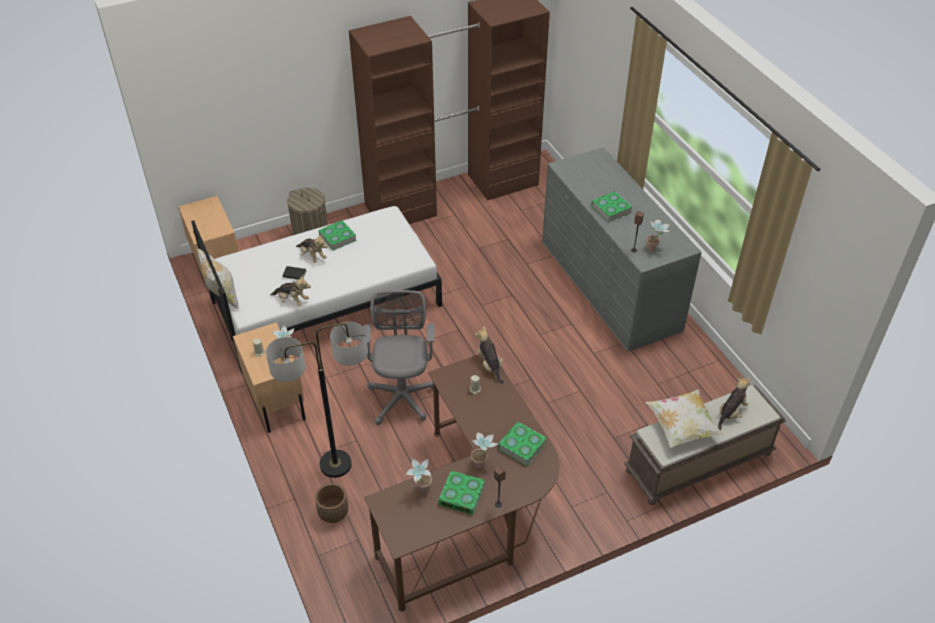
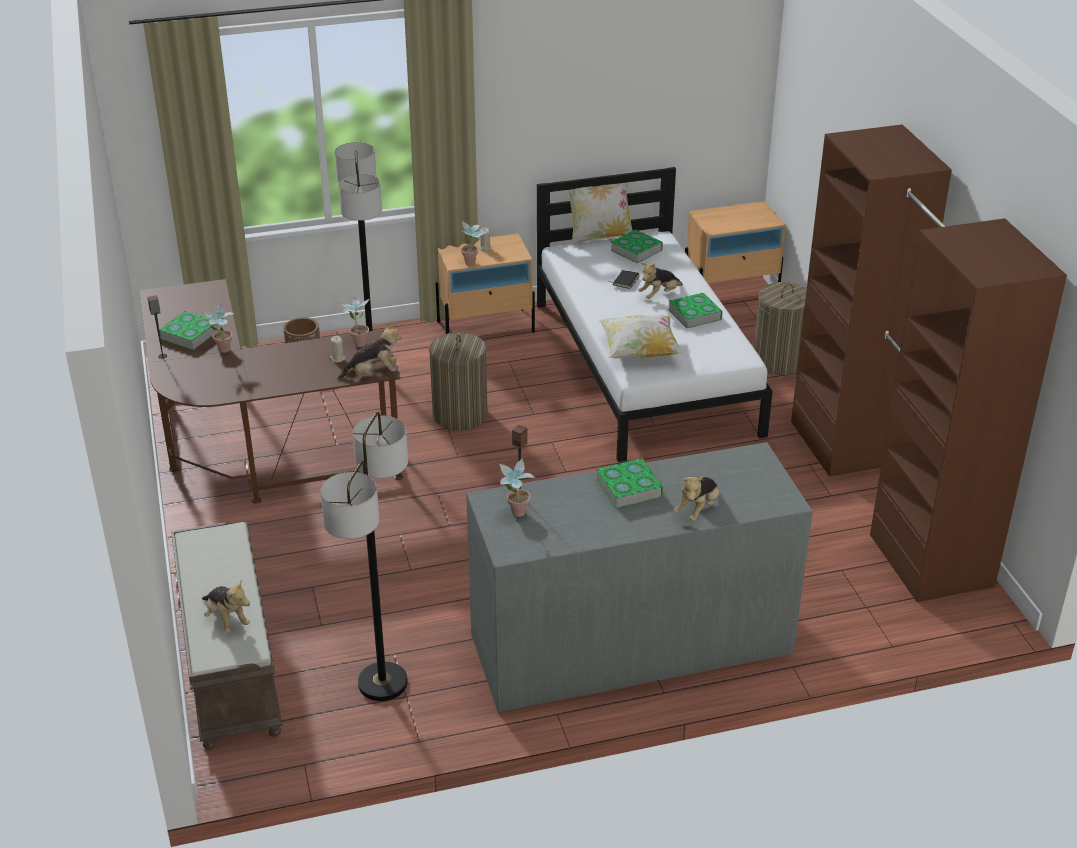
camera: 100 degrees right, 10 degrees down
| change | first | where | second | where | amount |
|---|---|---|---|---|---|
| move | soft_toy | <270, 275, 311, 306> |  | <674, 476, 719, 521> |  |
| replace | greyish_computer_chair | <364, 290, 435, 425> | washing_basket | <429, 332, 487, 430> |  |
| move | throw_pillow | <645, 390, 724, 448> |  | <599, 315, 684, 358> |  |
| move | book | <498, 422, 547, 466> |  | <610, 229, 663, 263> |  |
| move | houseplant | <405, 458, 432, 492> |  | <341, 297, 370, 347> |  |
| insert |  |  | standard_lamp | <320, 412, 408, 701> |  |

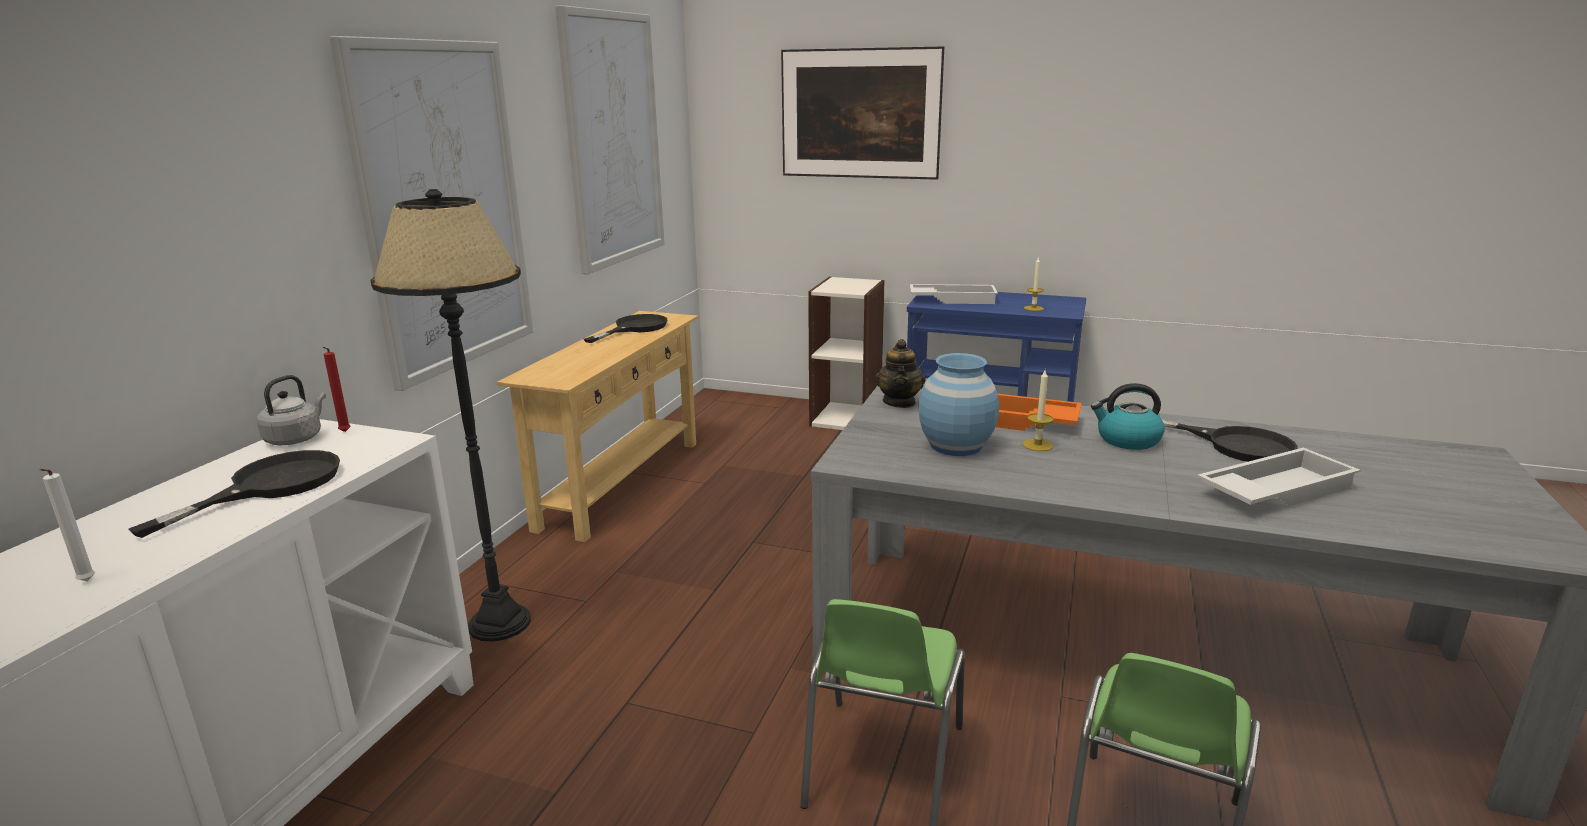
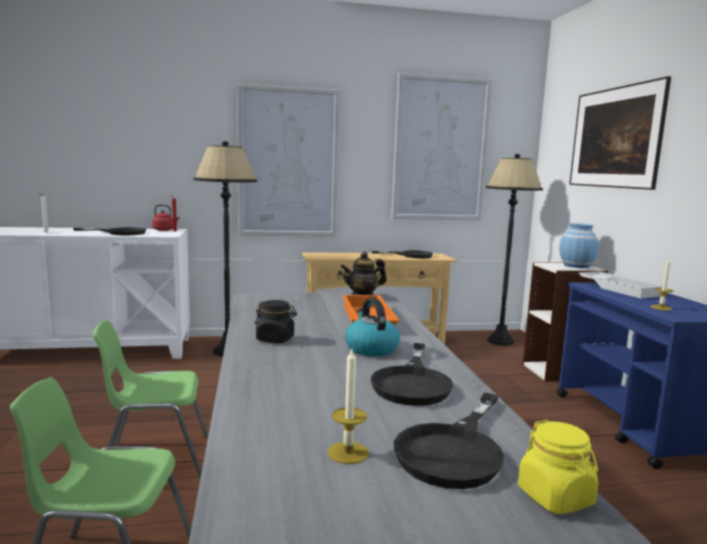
camera: 60 degrees right, 10 degrees down
| change | first | where | second | where | amount |
|---|---|---|---|---|---|
| move | bluish_decorative_vase | <918, 353, 999, 456> |  | <559, 223, 599, 268> |  |
| move | wax_candle | <1023, 370, 1054, 451> |  | <328, 349, 369, 464> |  |
| recolor | greyish_water_kettle | <257, 375, 326, 445> | reddish_water_kettle | <152, 204, 180, 231> |  |
| delete | white_carrying_tray | <1197, 448, 1361, 507> |  |  |  |
| insert |  |  | black_standard_lamp | <486, 154, 543, 346> |  |
| insert |  |  | black_preserve_jar | <255, 300, 297, 343> |  |
| insert |  |  | black_pan | <394, 392, 504, 489> |  |
| insert |  |  | yellowish_preserve_jar | <518, 420, 598, 515> |  |

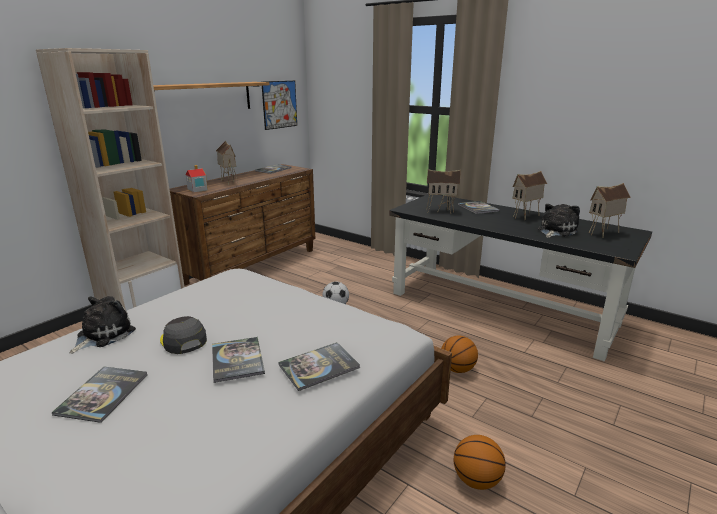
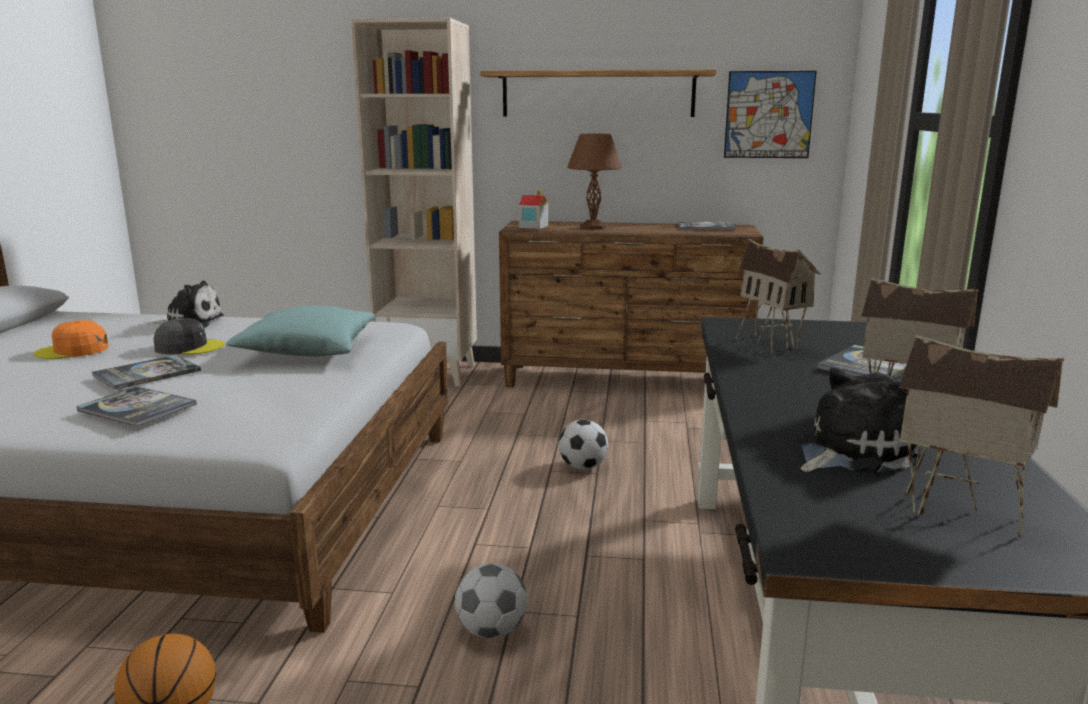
camera: 60 degrees right, 5 degrees down
| change | first | where | second | where | amount |
|---|---|---|---|---|---|
| replace | model_house | <216, 140, 239, 185> | brownish_lamp_for_a_table | <567, 134, 622, 230> |  |
| rotate | soft_toy | <538, 204, 580, 238> |  | <799, 368, 921, 474> | 45 degrees counterclockwise |
| rotate | greyish_baseball_cap | <160, 316, 207, 354> |  | <154, 318, 225, 355> | 60 degrees clockwise |
| replace | ball_for_basketball | <441, 336, 478, 373> | ball_for_football | <455, 563, 527, 639> |  |
| replace | book | <52, 367, 147, 423> | orangey_baseball_cap | <34, 320, 109, 359> |  |
| insert |  |  | turquoise_throw_pillow | <226, 306, 375, 356> |  |

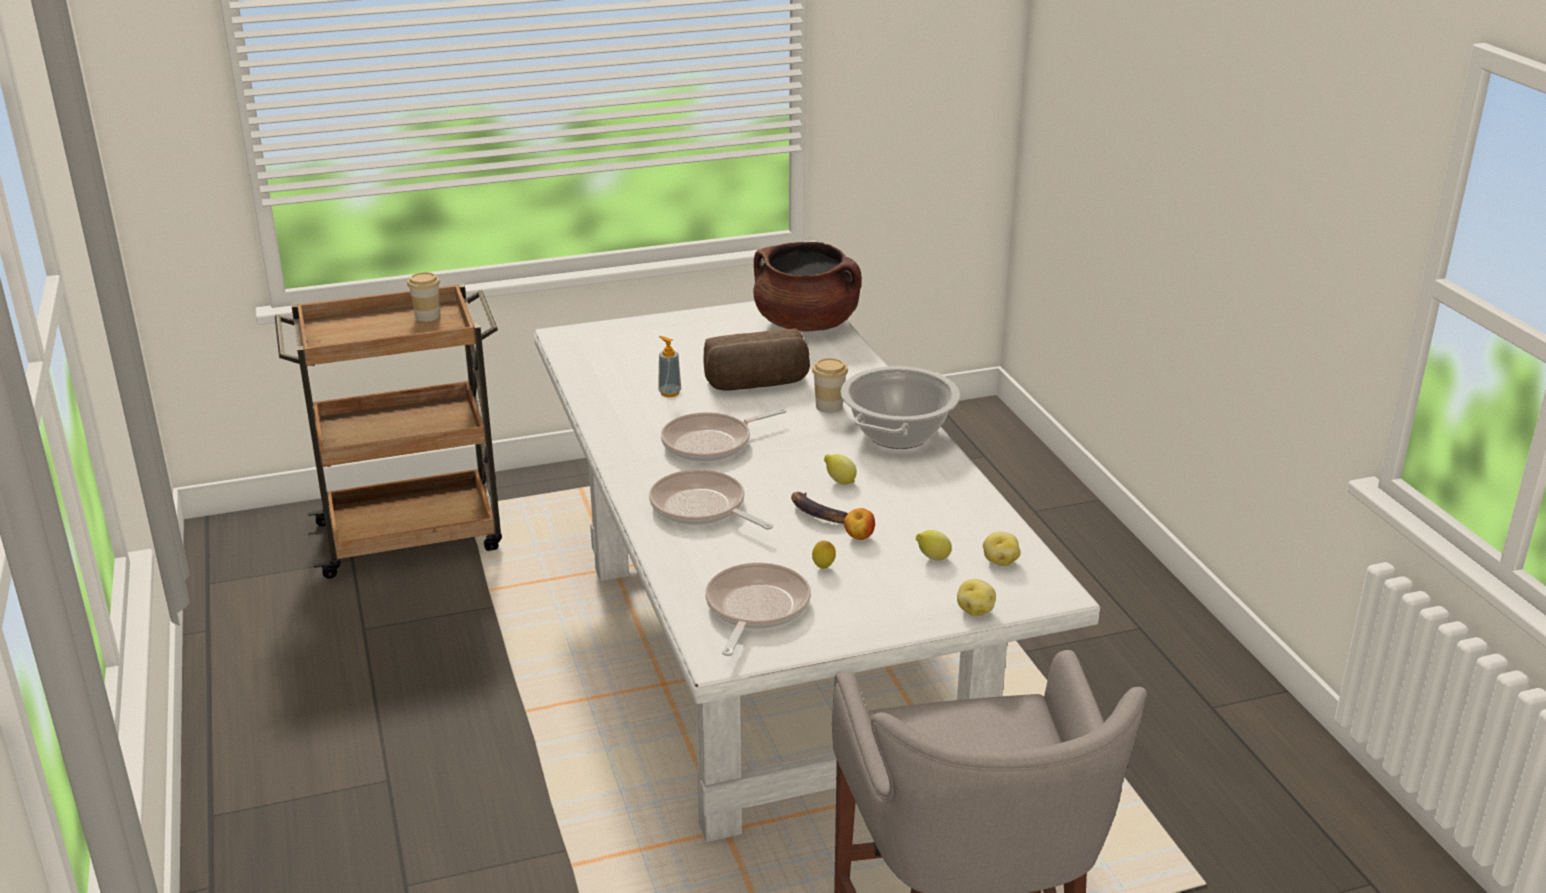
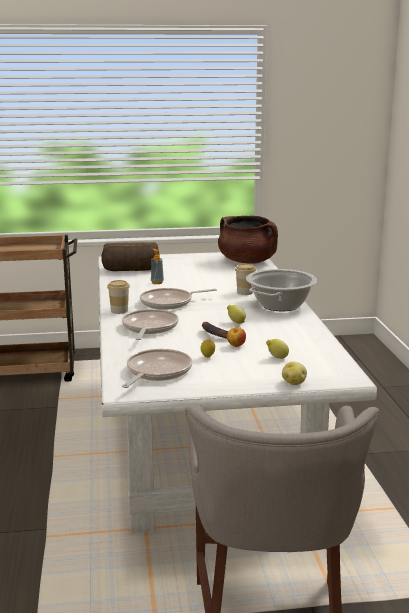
camera: 10 degrees right, 10 degrees down
| change | first | where | second | where | amount |
|---|---|---|---|---|---|
| move | cup | <407, 272, 440, 322> |  | <107, 280, 130, 314> |  |
| move | bread | <704, 329, 810, 391> |  | <101, 242, 160, 271> |  |
| rotate | pan | <649, 469, 773, 530> |  | <122, 309, 179, 340> | 45 degrees clockwise |
| delete | whole_potato | <983, 532, 1021, 566> |  |  |  |

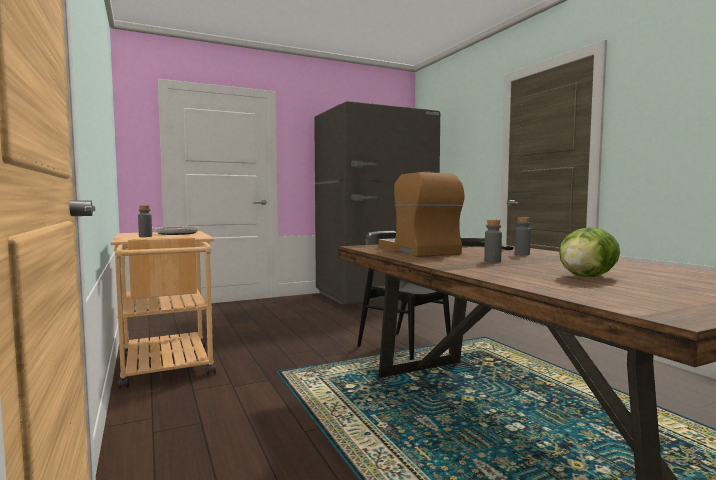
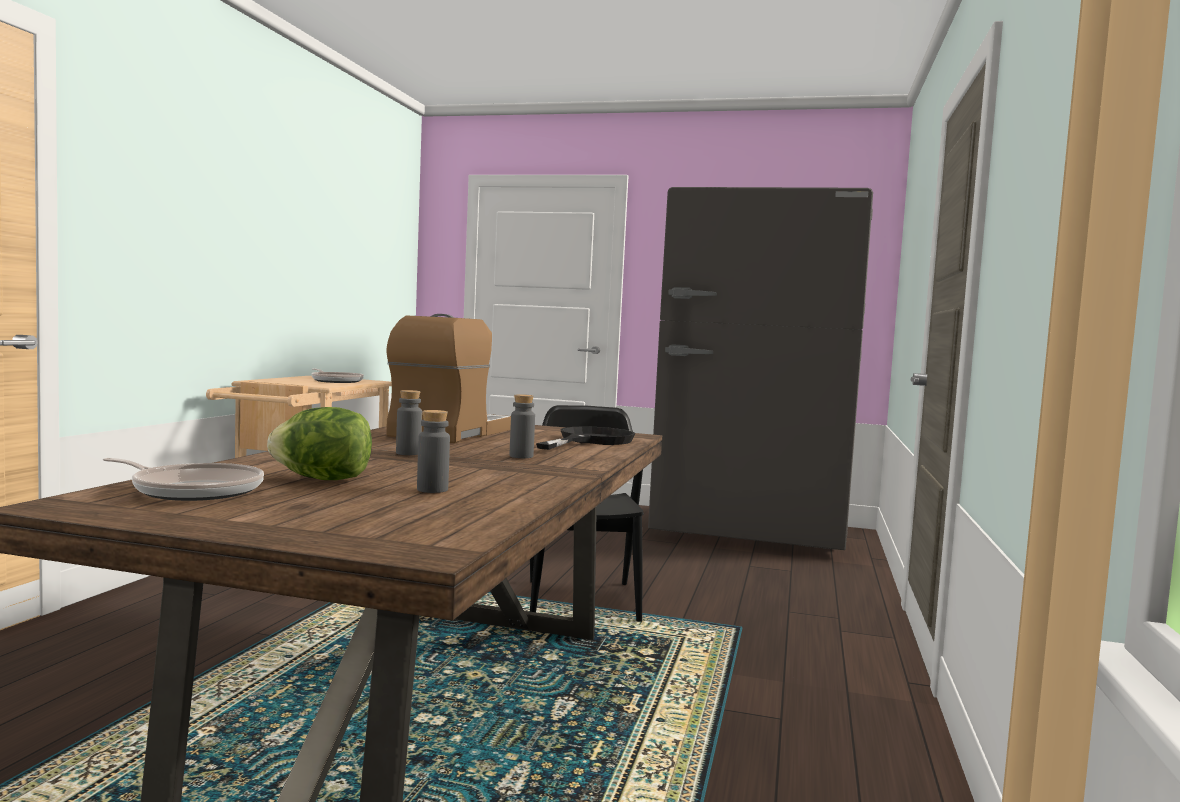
camera: 40 degrees right, 0 degrees up
| change | first | where | second | where | amount |
|---|---|---|---|---|---|
| move | greyish_drink_bottle | <138, 205, 152, 237> |  | <417, 410, 450, 493> |  |
| insert |  |  | pan | <103, 458, 264, 501> |  |

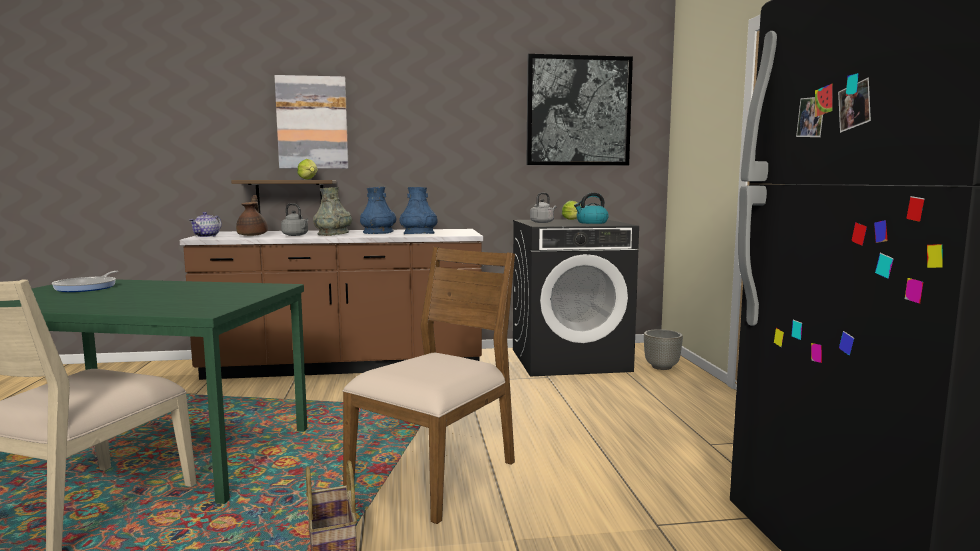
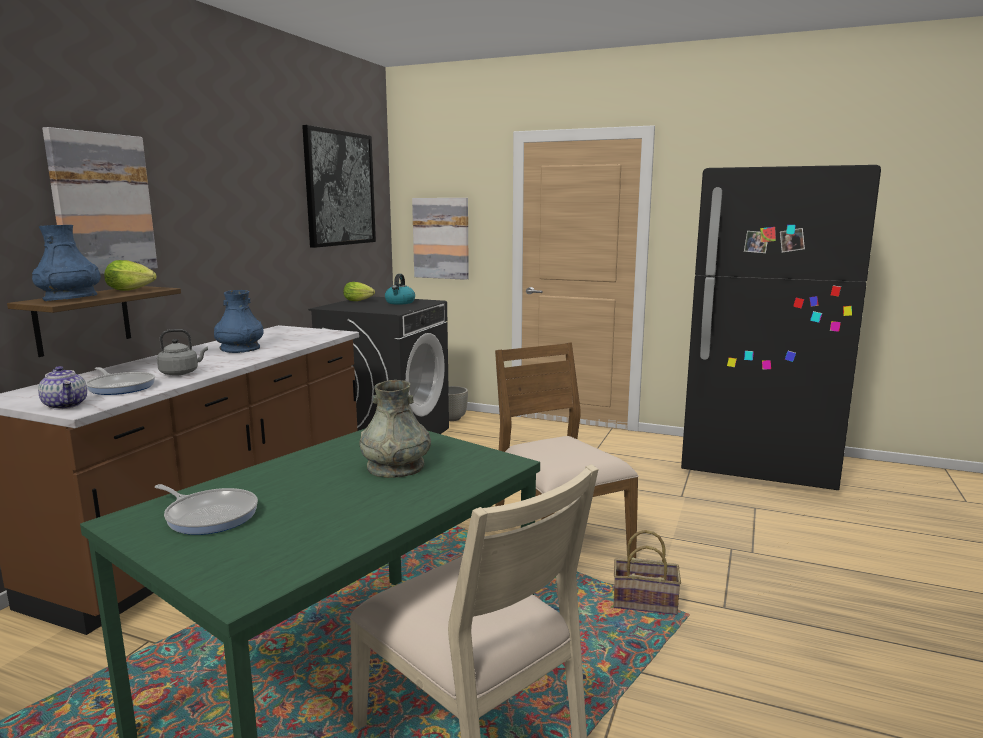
camera: 60 degrees left, 5 degrees up
| change | first | where | second | where | amount |
|---|---|---|---|---|---|
| move | greyish_decorative_vase | <313, 187, 352, 236> |  | <359, 380, 431, 478> |  |
| move | bluish_decorative_vase | <399, 187, 438, 234> |  | <32, 225, 101, 301> |  |
| delete | greyish_water_kettle | <530, 193, 556, 223> |  |  |  |
| replace | brownish_tea_pot | <236, 195, 268, 236> | pan | <86, 367, 155, 395> |  |
| insert |  |  | wall_art | <412, 198, 469, 280> |  |

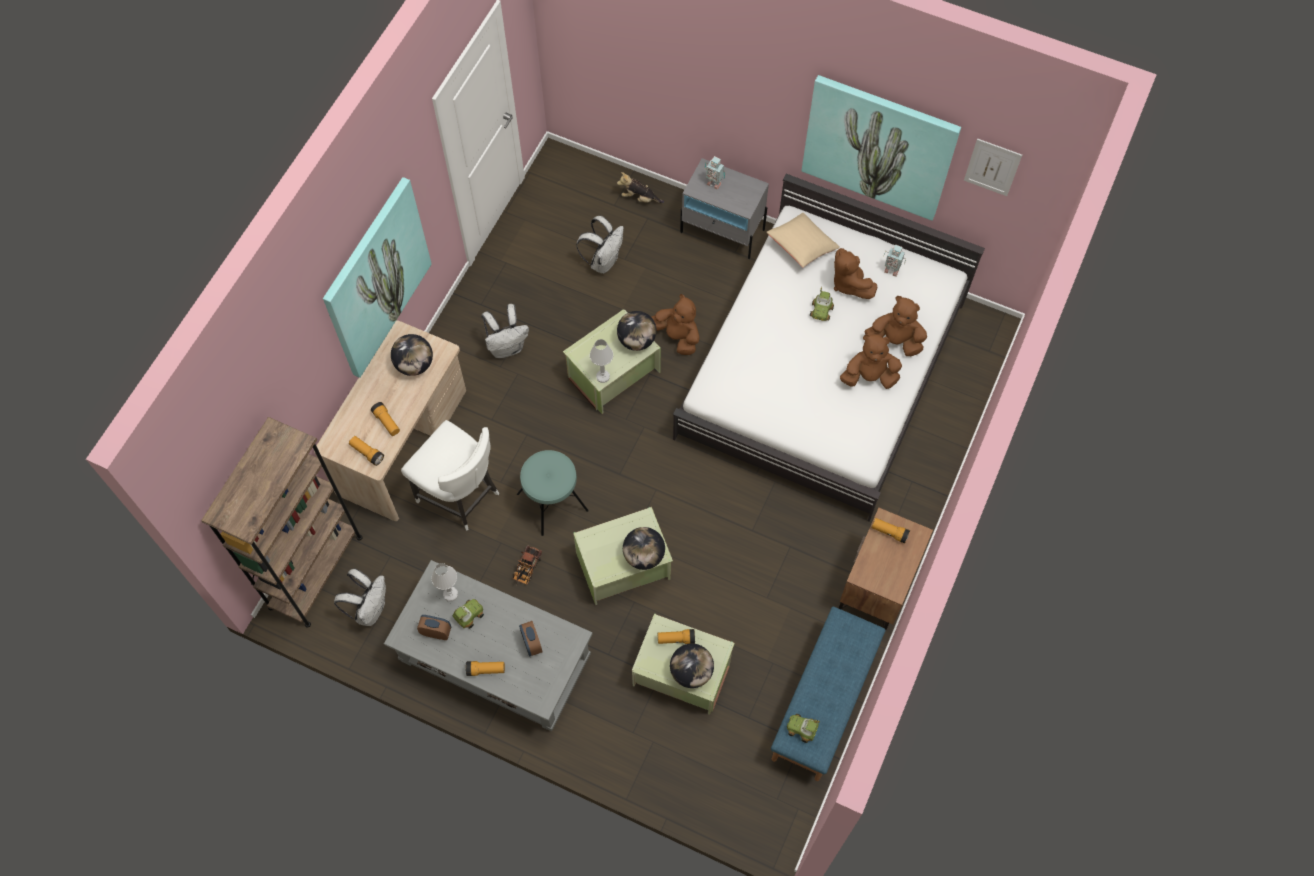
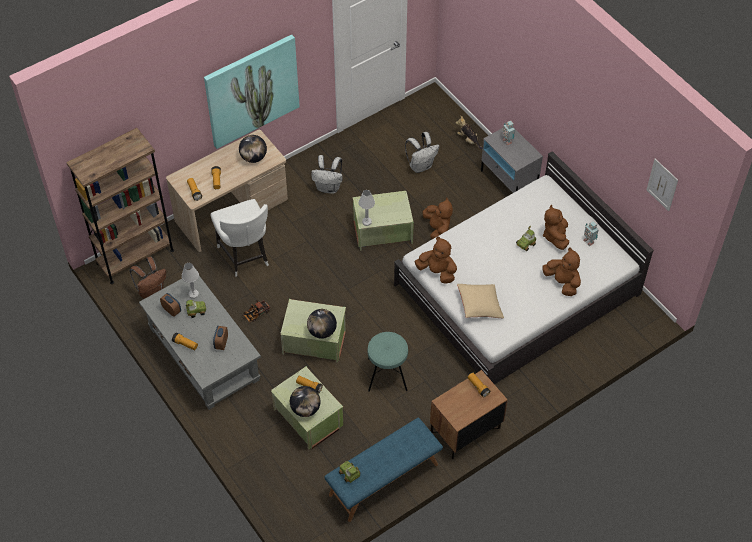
camera: 30 degrees right, 10 degrees down
| change | first | where | second | where | amount |
|---|---|---|---|---|---|
| delete | wall_art | <802, 75, 961, 221> |  |  |  |
| move | sand-coloured_throw_pillow | <766, 213, 840, 268> |  | <457, 284, 504, 318> |  |
| delete | world_globe | <617, 311, 657, 351> |  |  |  |
| move | brownish_soft_toy | <840, 334, 902, 389> |  | <414, 237, 457, 284> |  |
| move | turquoise_stool | <517, 450, 589, 536> |  | <368, 332, 408, 392> |  |
| recolor | white_backpack | <334, 569, 386, 626> | brownish_backpack | <130, 257, 166, 299> |  |

